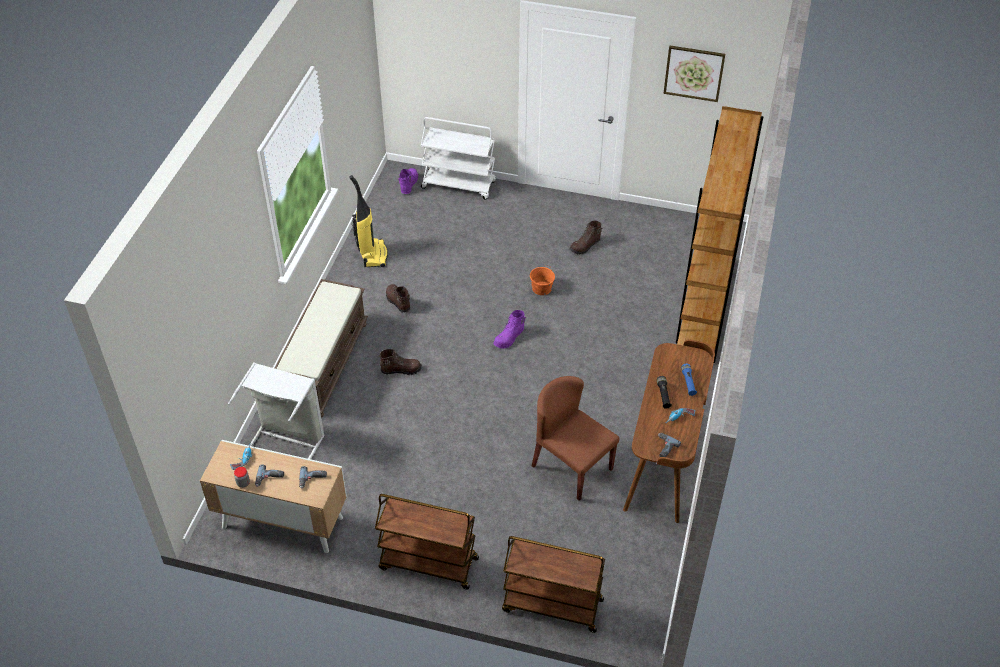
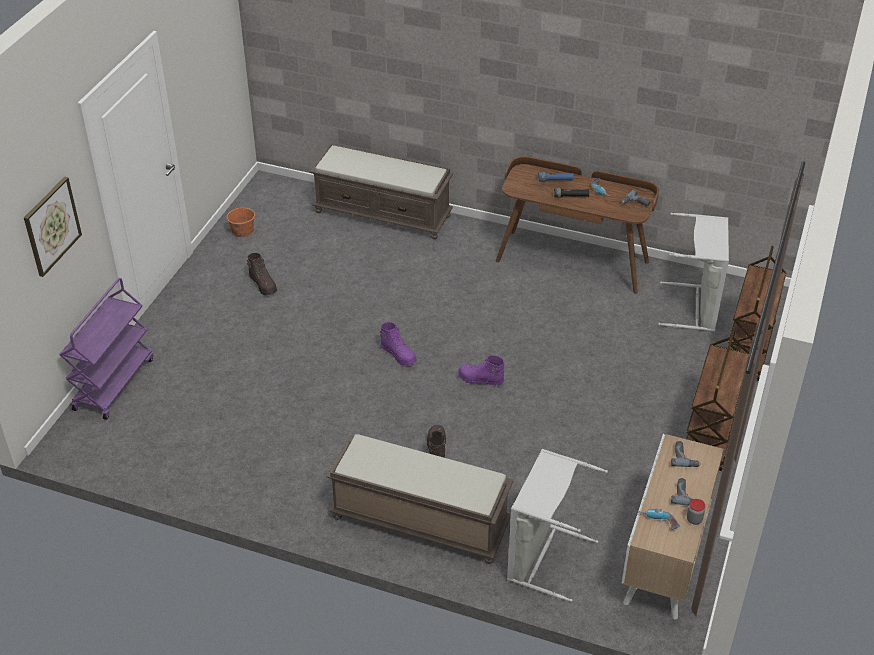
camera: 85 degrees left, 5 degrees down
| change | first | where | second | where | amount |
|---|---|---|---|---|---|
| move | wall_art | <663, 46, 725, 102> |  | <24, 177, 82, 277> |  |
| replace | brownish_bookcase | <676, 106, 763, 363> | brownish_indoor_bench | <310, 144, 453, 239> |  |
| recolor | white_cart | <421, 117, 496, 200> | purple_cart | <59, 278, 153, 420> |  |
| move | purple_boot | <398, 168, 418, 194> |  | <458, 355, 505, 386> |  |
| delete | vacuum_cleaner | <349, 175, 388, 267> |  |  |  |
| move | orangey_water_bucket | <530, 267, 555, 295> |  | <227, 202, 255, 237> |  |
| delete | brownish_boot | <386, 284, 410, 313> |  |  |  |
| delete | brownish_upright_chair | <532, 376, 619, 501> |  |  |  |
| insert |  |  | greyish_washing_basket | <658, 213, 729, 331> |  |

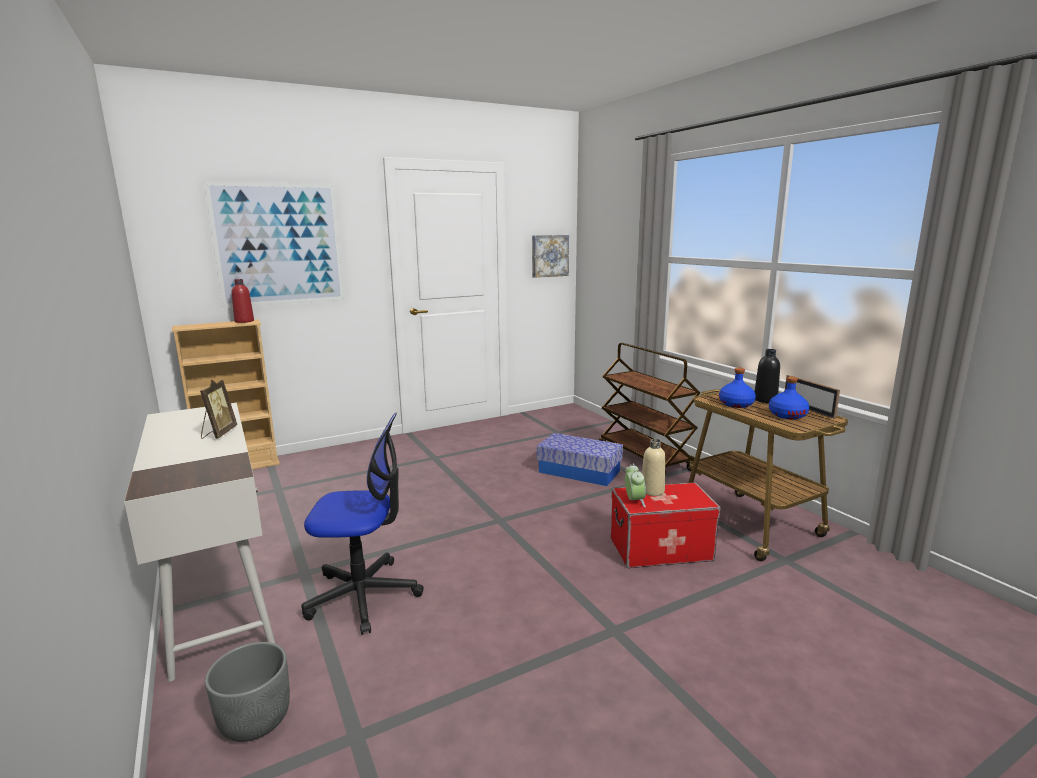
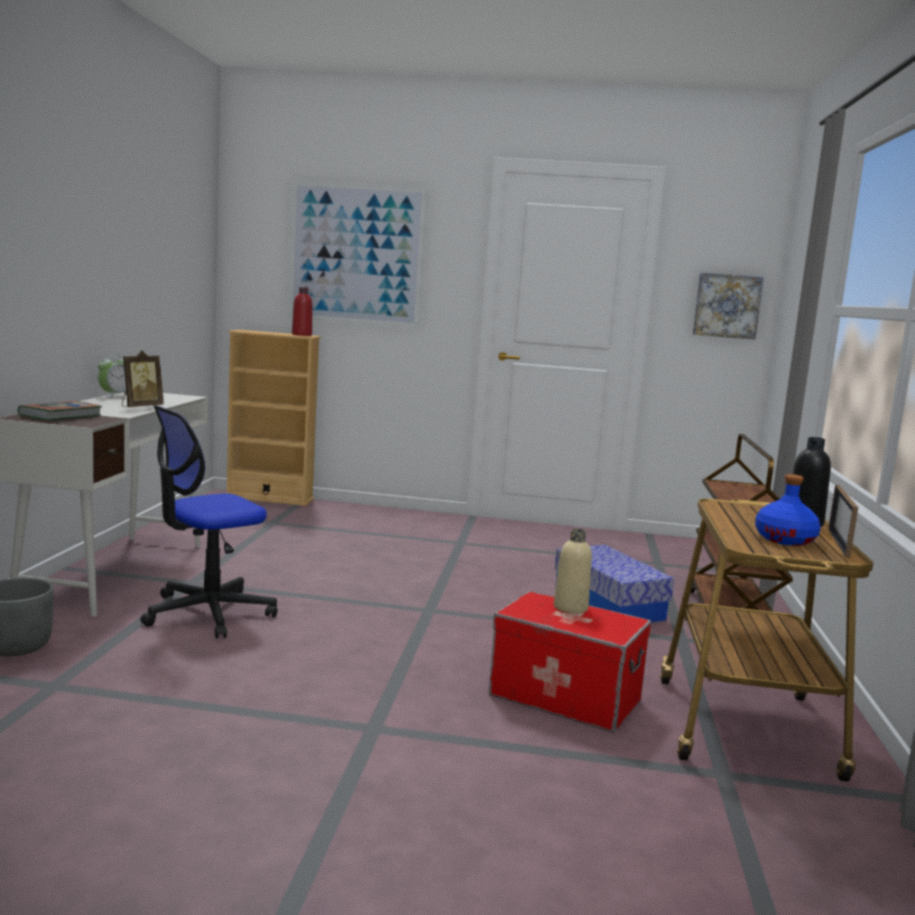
camera: 35 degrees right, 5 degrees down
| change | first | where | second | where | amount |
|---|---|---|---|---|---|
| delete | bluish_drink_bottle | <719, 368, 756, 408> |  |  |  |
| rotate | computer_chair | <301, 413, 424, 635> |  | <140, 405, 278, 638> | 105 degrees clockwise |
| move | alarm_clock | <625, 464, 646, 507> |  | <98, 353, 127, 398> |  |
| insert |  |  | book | <18, 401, 102, 421> |  |

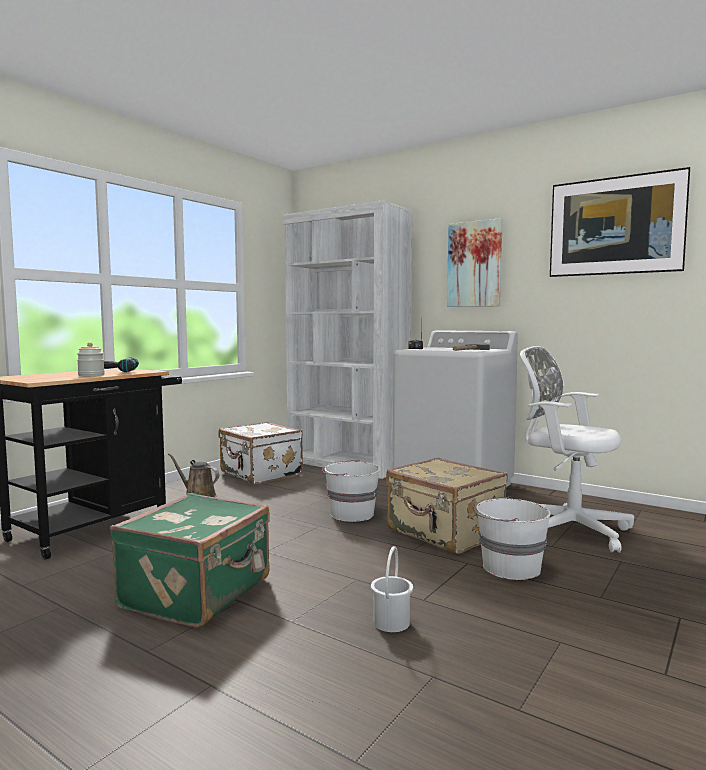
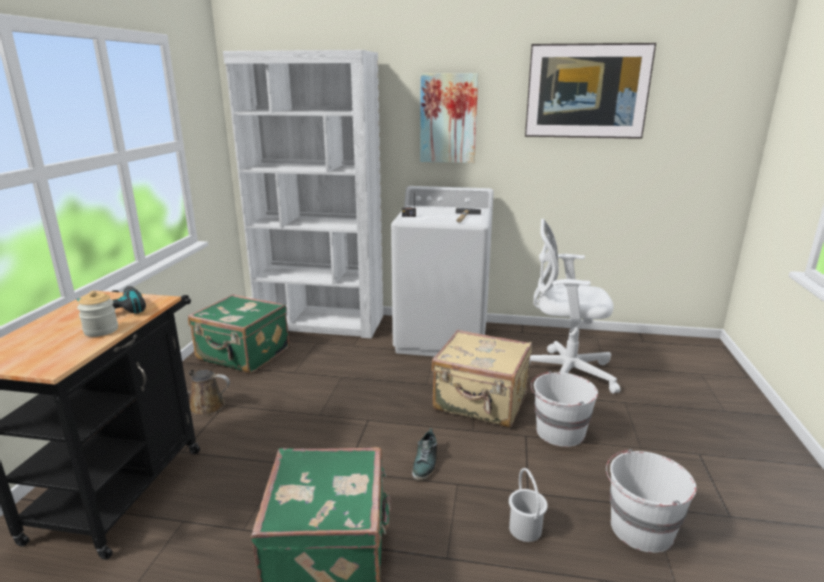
camera: 25 degrees left, 15 degrees up
| change | first | where | second | where | amount |
|---|---|---|---|---|---|
| recolor | white_travel_case | <219, 422, 303, 484> | greenish_travel_case | <188, 294, 289, 373> |  |
| move | white_water_bucket | <322, 460, 380, 522> |  | <606, 449, 696, 553> |  |
| insert |  |  | low_shoe | <412, 428, 437, 481> |  |

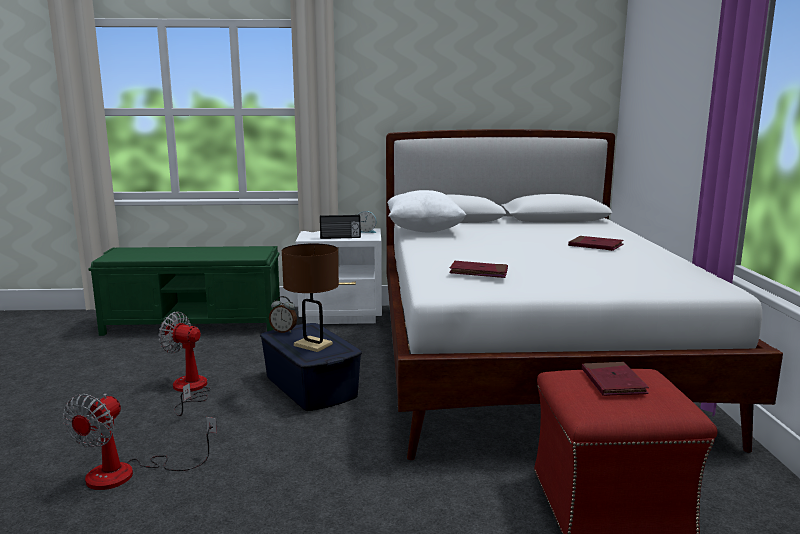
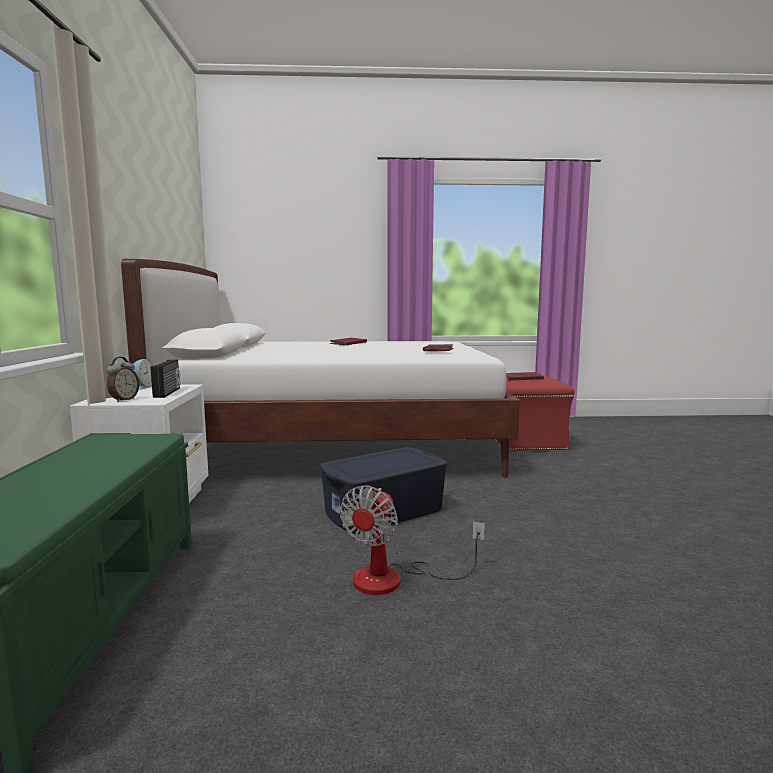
camera: 90 degrees left, 5 degrees down
| change | first | where | second | where | amount |
|---|---|---|---|---|---|
| delete | white_throw_pillow | <387, 190, 466, 232> |  |  |  |
| delete | brownish_lamp_for_a_table | <282, 243, 339, 352> |  |  |  |
| move | alarm_clock | <269, 296, 297, 333> |  | <107, 357, 139, 402> |  |
| delete | electric_fan | <63, 393, 217, 490> |  |  |  |

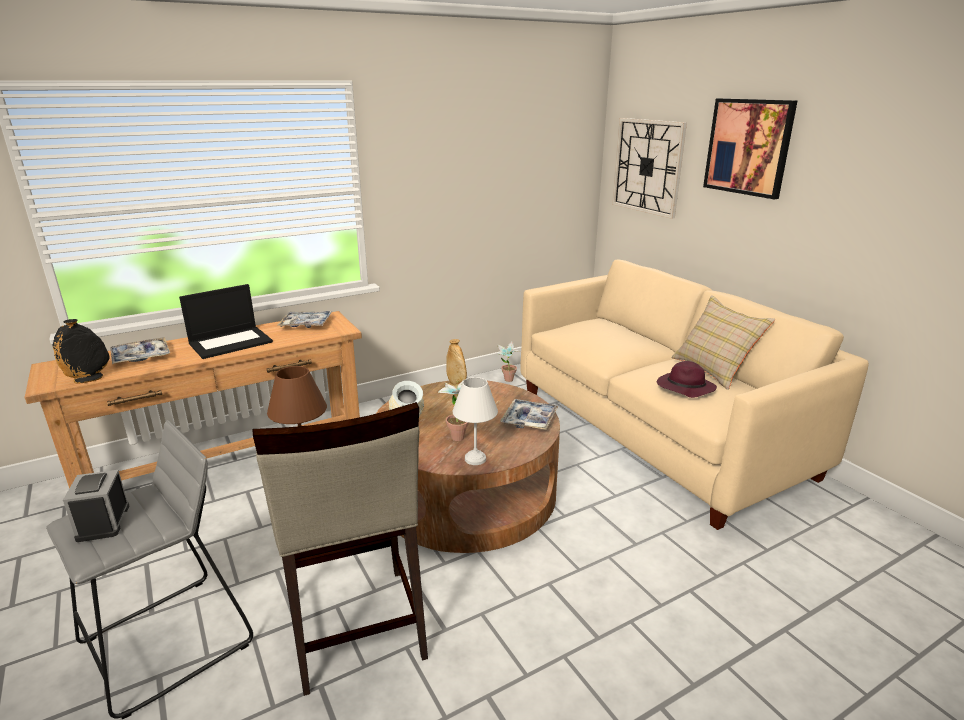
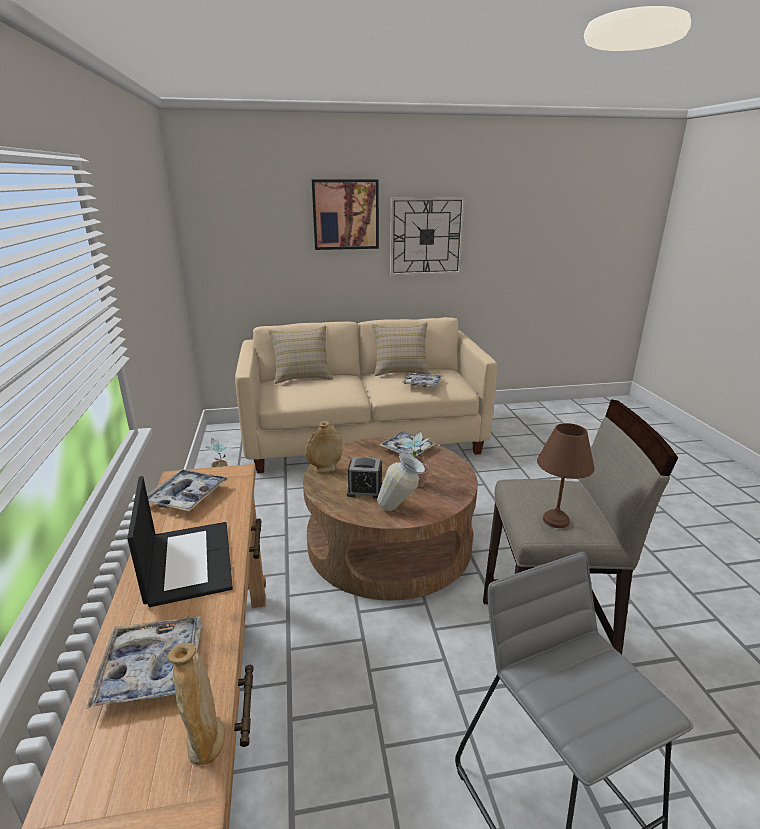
camera: 70 degrees left, 0 degrees up
| change | first | where | second | where | amount |
|---|---|---|---|---|---|
| move | clock_on_the_wall | <612, 118, 687, 219> |  | <390, 197, 465, 276> |  |
| recolor | black_decorative_vase | <53, 319, 110, 384> | sand-coloured_decorative_vase | <168, 643, 225, 765> |  |
| replace | purple_wearable_hat | <657, 361, 717, 398> | carrying_tray | <402, 373, 442, 387> |  |
| delete | white_lamp_for_a_table | <453, 377, 498, 465> |  |  |  |
| move | alarm_clock | <63, 470, 129, 542> |  | <347, 457, 382, 498> |  |
| insert |  |  | sand-coloured_throw_pillow | <268, 325, 333, 384> |  |

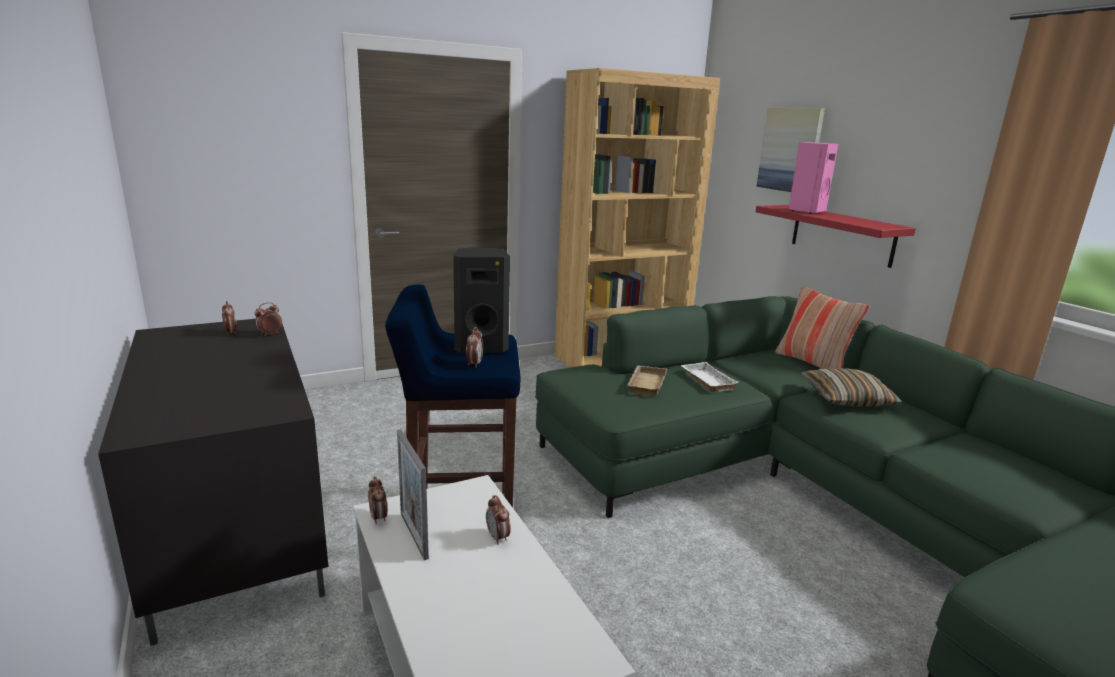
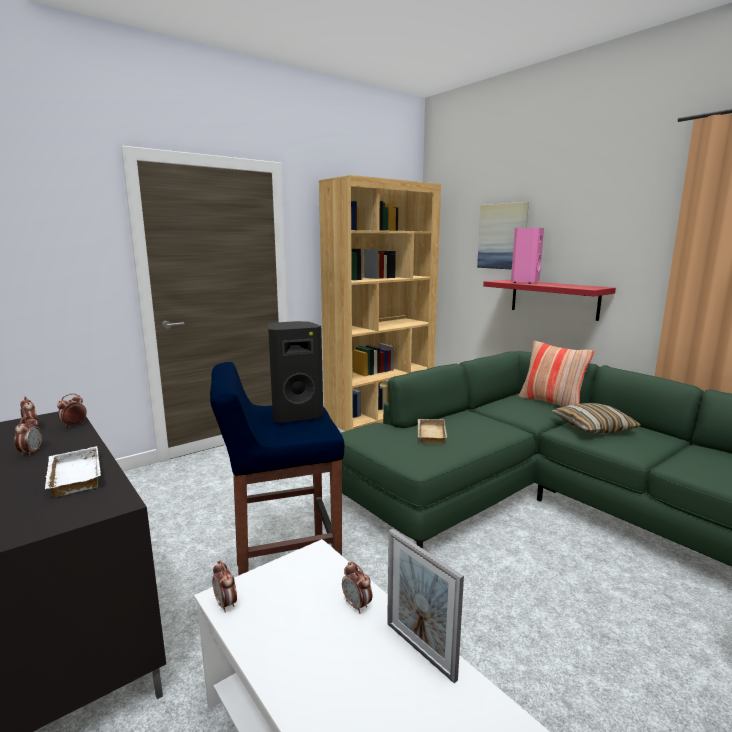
camera: 10 degrees left, 5 degrees down
| change | first | where | second | where | amount |
|---|---|---|---|---|---|
| move | alarm_clock | <466, 327, 483, 368> |  | <14, 416, 42, 456> |  |
| move | white_carrying_tray | <681, 362, 738, 392> |  | <45, 446, 101, 497> |  |
| move | photo_frame | <397, 429, 429, 560> |  | <387, 529, 464, 683> |  |

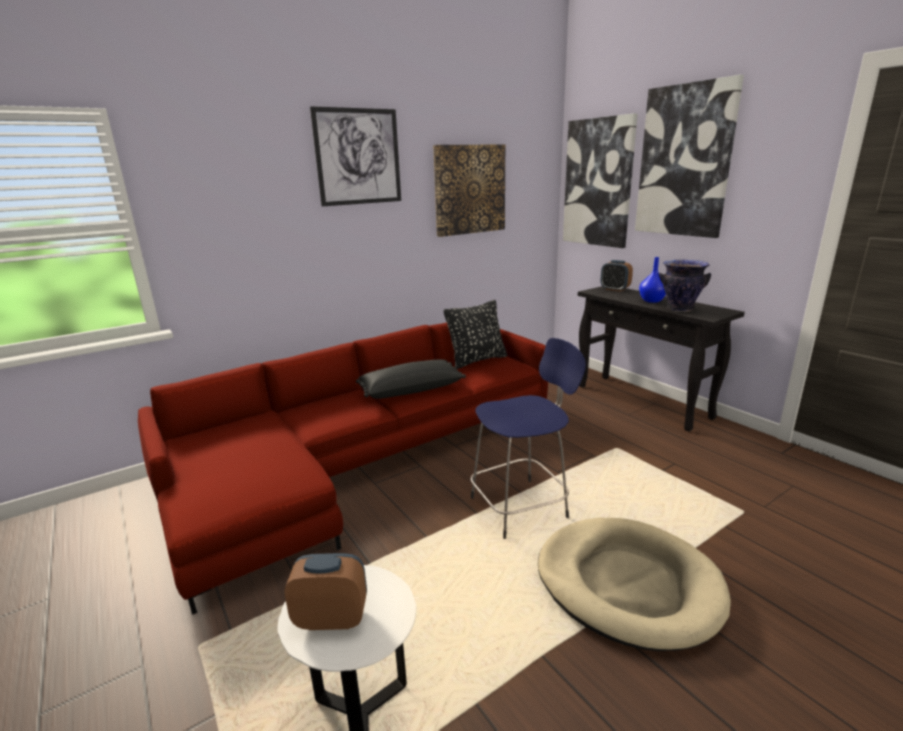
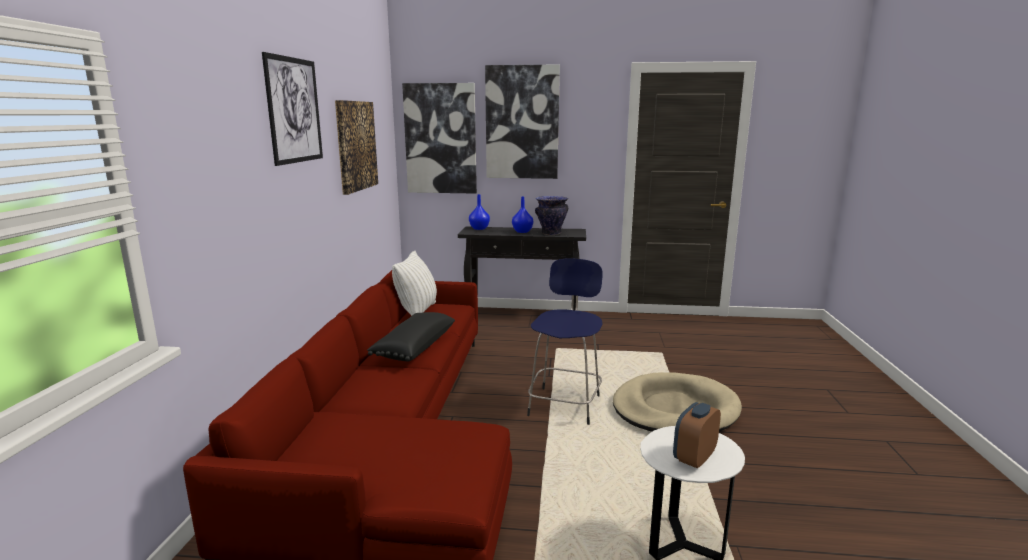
camera: 50 degrees left, 5 degrees down
| change | first | where | second | where | amount |
|---|---|---|---|---|---|
| replace | alarm_clock | <601, 260, 633, 291> | bluish_decorative_vase | <469, 194, 490, 230> |  |
| recolor | black_throw_pillow | <444, 300, 507, 369> | white_throw_pillow | <392, 251, 437, 316> |  |

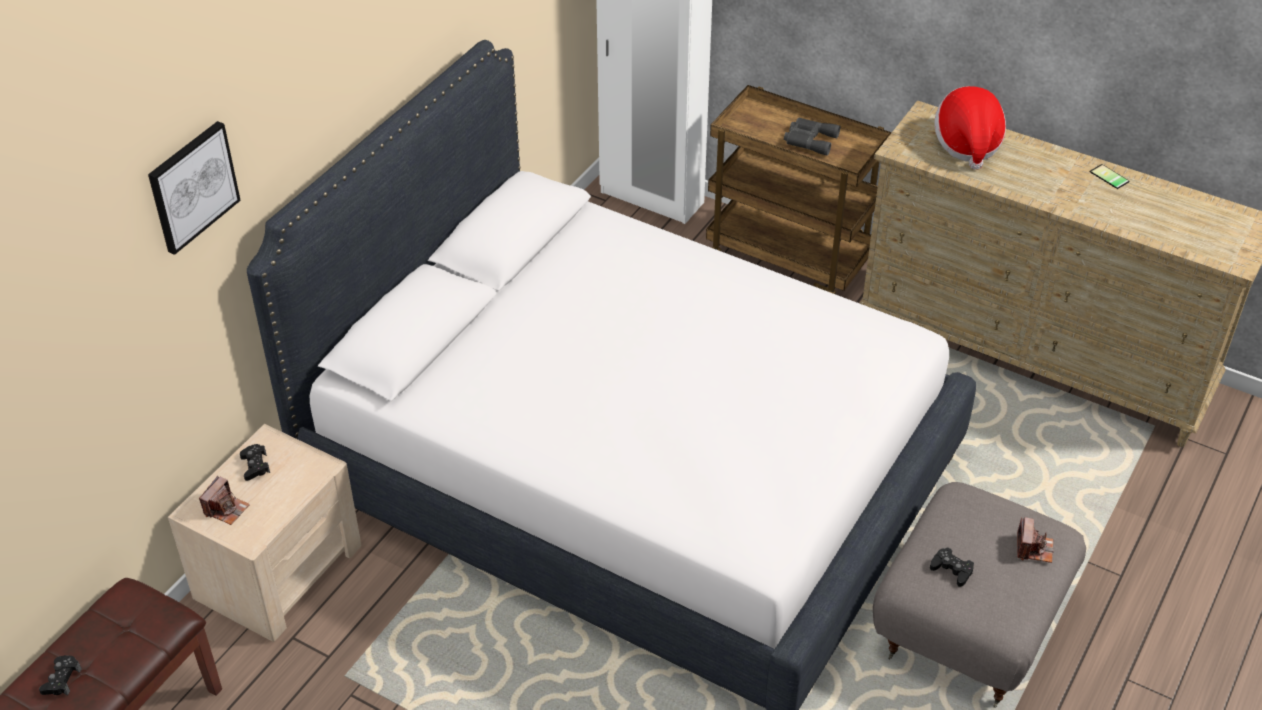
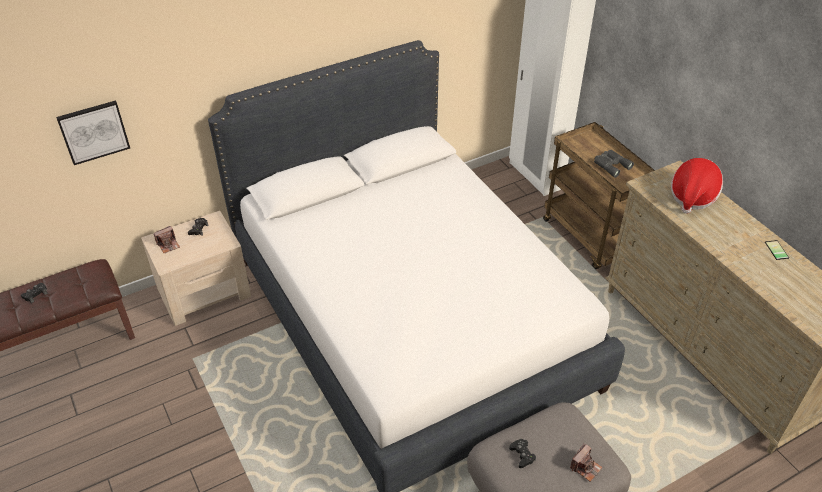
camera: 30 degrees right, 0 degrees up
| change | first | where | second | where | amount |
|---|---|---|---|---|---|
| move | wall_art | <148, 121, 241, 255> |  | <56, 101, 130, 165> |  |

